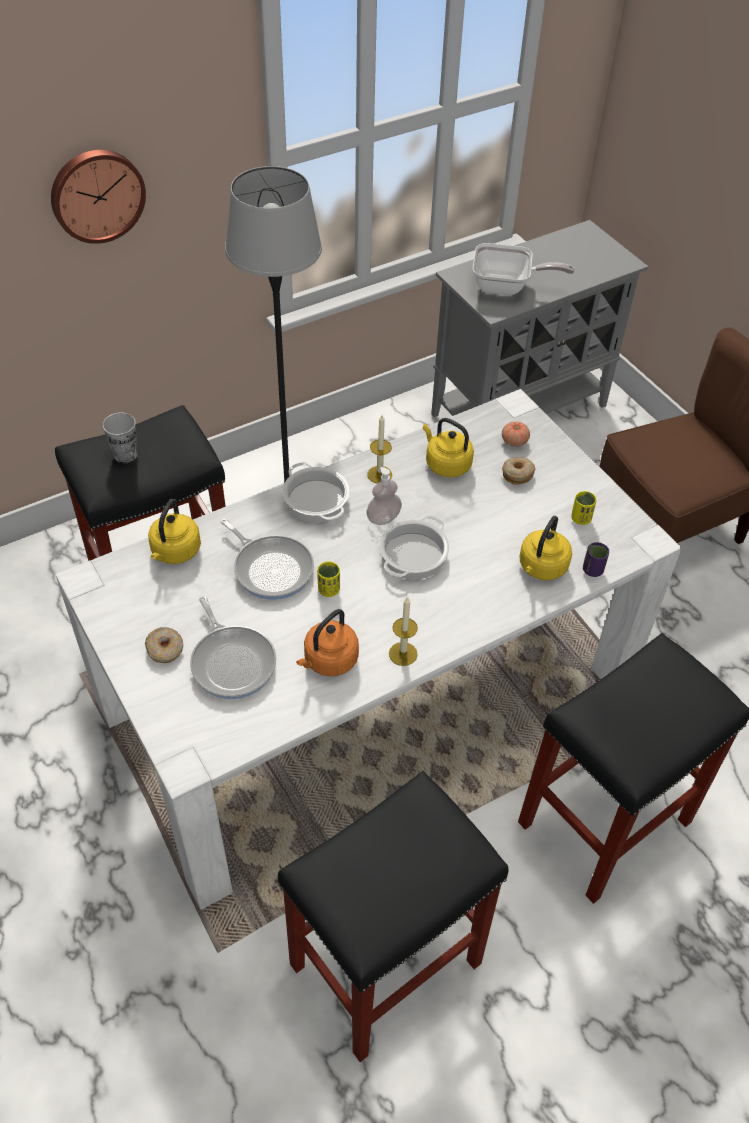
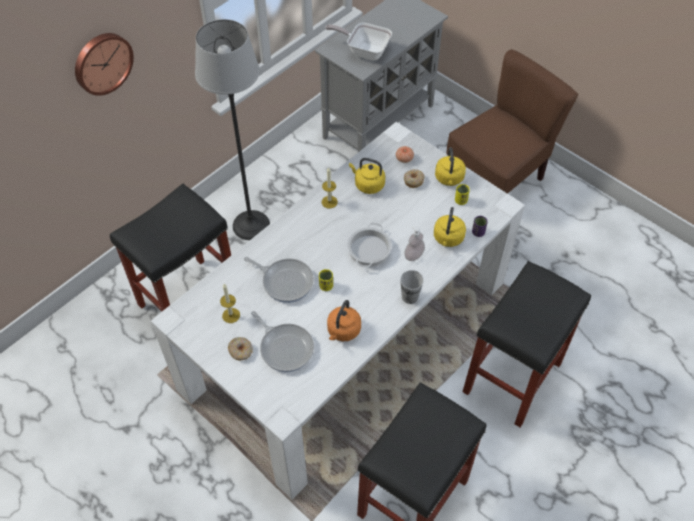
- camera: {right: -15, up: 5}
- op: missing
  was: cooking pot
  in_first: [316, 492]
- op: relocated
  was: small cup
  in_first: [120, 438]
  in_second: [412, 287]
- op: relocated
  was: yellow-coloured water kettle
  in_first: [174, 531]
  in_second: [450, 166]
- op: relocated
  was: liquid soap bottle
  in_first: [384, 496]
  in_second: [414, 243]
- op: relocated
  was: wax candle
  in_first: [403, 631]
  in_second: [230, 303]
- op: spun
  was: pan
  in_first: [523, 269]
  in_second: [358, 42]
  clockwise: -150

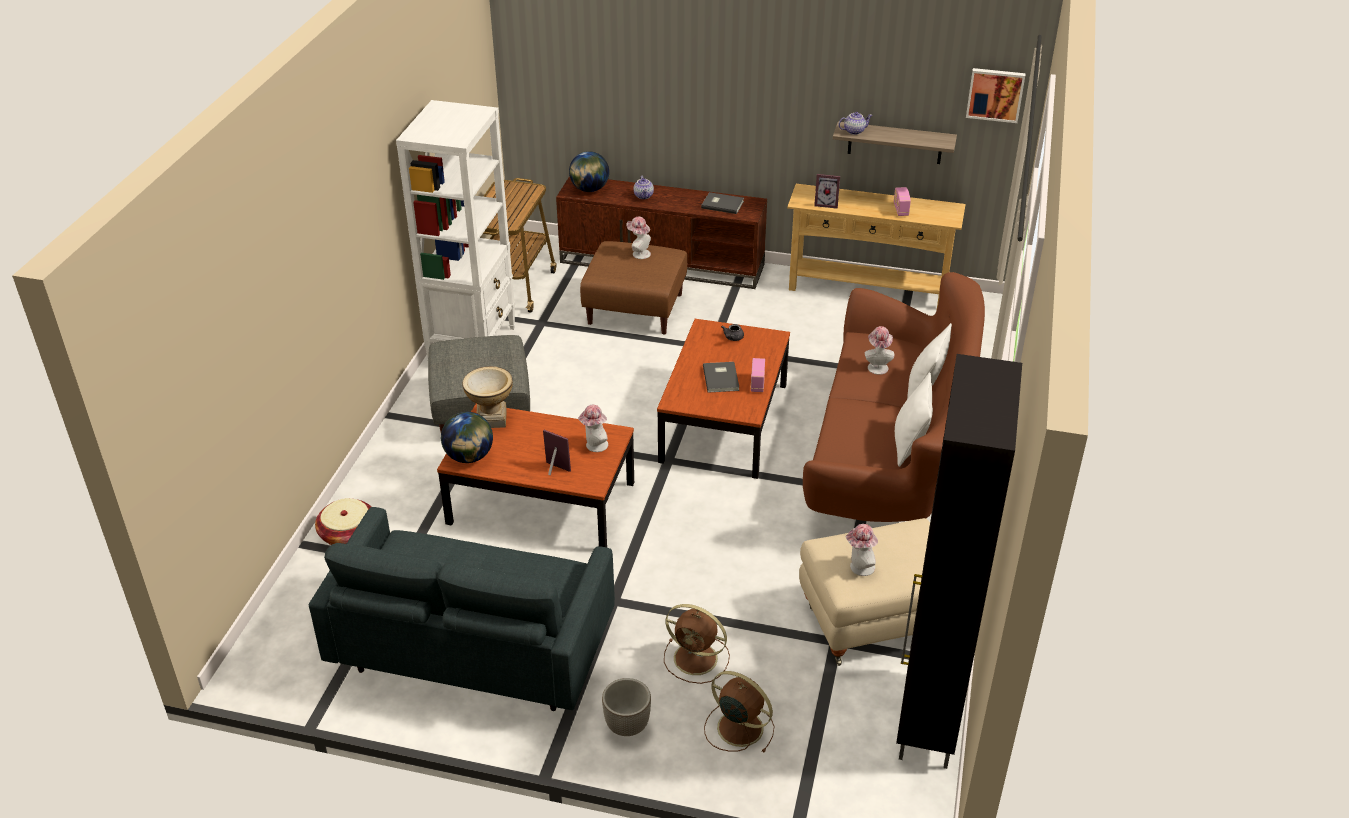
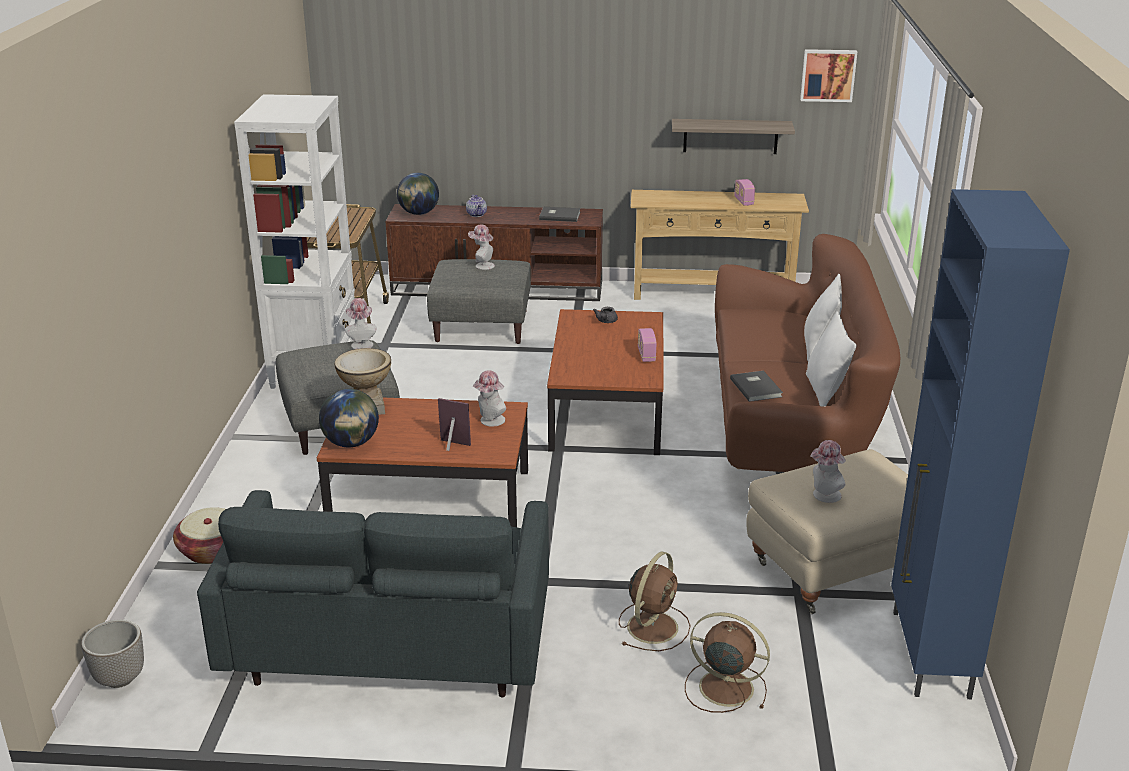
- camera: {right: -10, up: -10}
- op: missing
  was: picture frame
  in_first: [827, 191]
- op: missing
  was: pot for tea
  in_first: [855, 123]
- op: relocated
  was: planter
  in_first: [626, 707]
  in_second: [112, 654]
- op: relocated
  was: grey volume
  in_first: [721, 377]
  in_second: [756, 386]
- op: relocated
  was: hat
  in_first: [879, 350]
  in_second: [361, 323]
- op: colour
  was: brown-coloured pouffe
  now: grey pouffe
  in_first: [633, 287]
  in_second: [479, 301]
- op: colour
  was: blackish cabinet
  now: bluish cabinet
  in_first: [959, 561]
  in_second: [980, 444]
- op: spun
  was: brown-coloured electric fan
  in_first: [697, 644]
  in_second: [655, 601]
  clockwise: -75

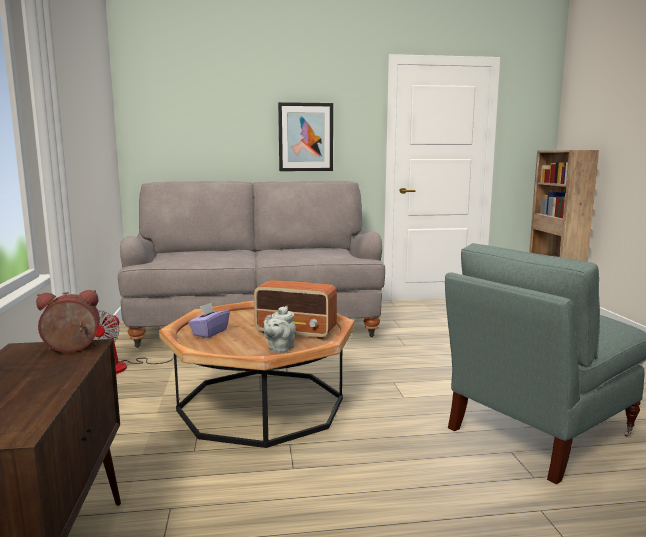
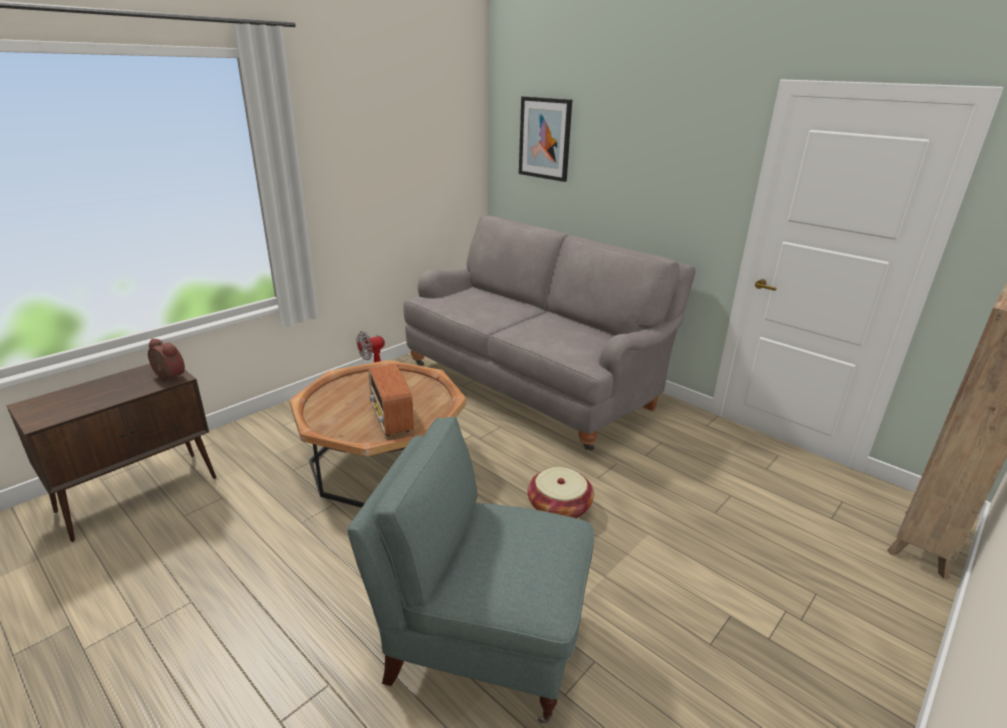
- camera: {right: 50, up: 15}
- op: missing
  was: purple-coloured box of tissues
  in_first: [209, 320]
- op: missing
  was: grey pot for tea
  in_first: [279, 329]
- op: appeared
  now: basket
  in_second: [561, 492]
- op: relocated
  was: wall picture
  in_first: [305, 136]
  in_second: [545, 139]

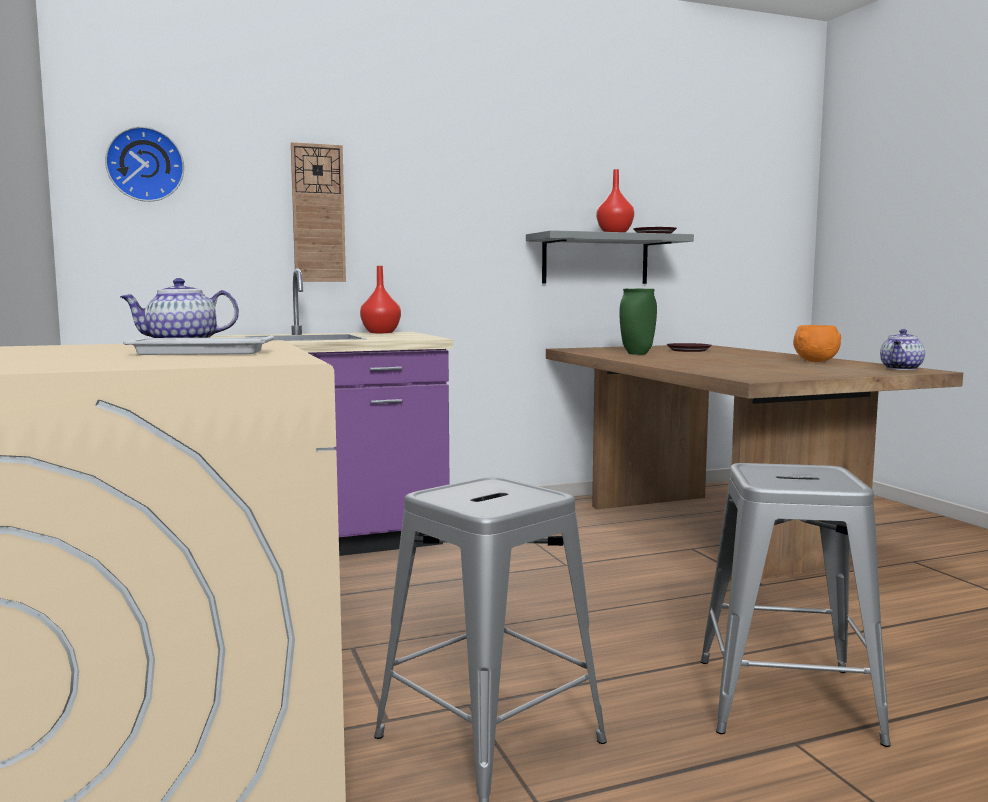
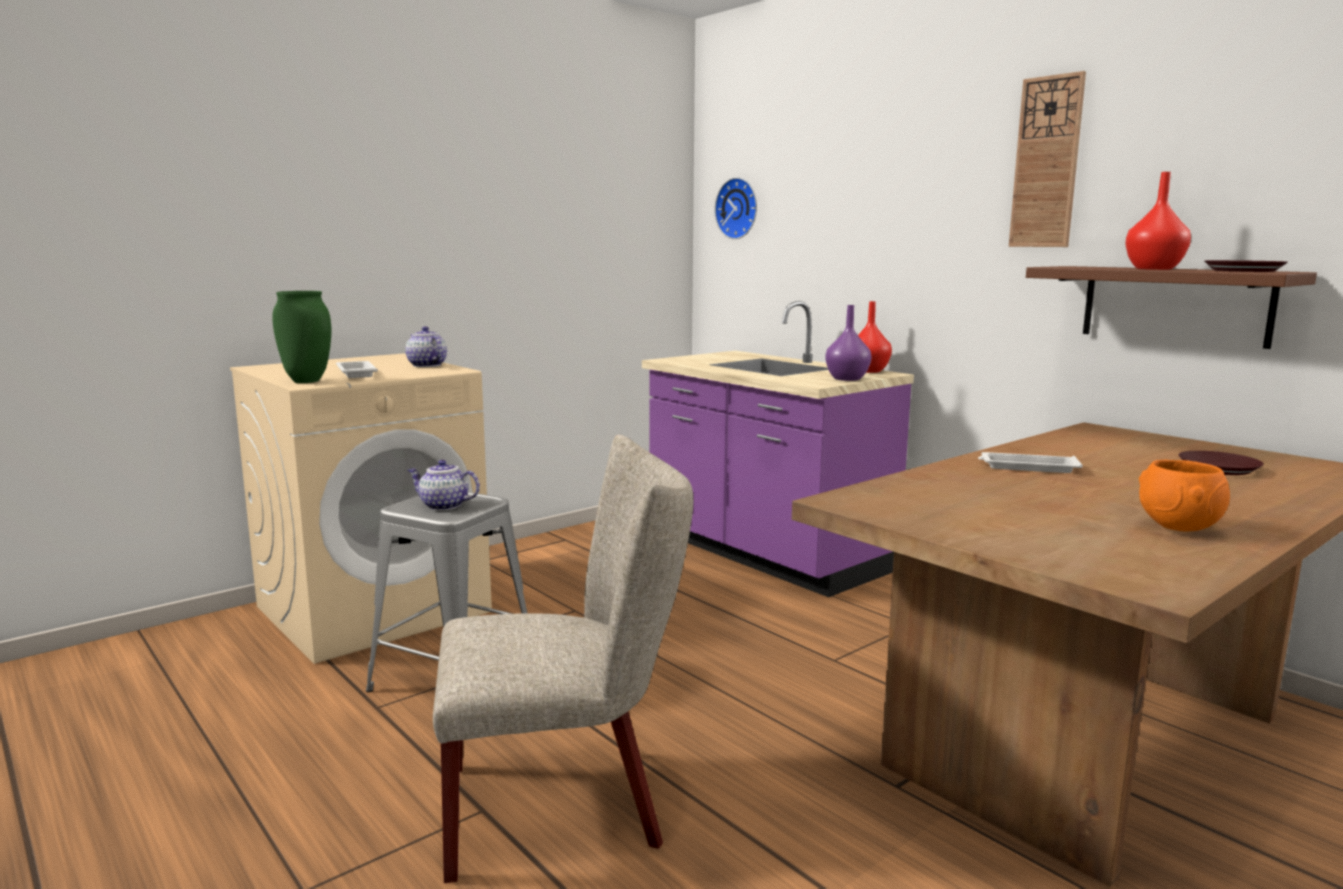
- camera: {right: 70, up: 5}
- op: appeared
  now: purple-coloured flower vase
  in_second: [848, 343]
- op: appeared
  now: whitish carrying tray
  in_second: [1030, 462]
- op: relocated
  was: clock on the wall
  in_first: [318, 212]
  in_second: [1047, 159]
- op: relocated
  was: greenish flower vase
  in_first: [638, 322]
  in_second: [302, 337]
- op: relocated
  was: pot for tea
  in_first: [902, 349]
  in_second: [444, 485]
- op: exchanged
  was: grey sitting stool
  now: beige-coloured upright chair
  in_first: [795, 605]
  in_second: [563, 658]
- op: colour
  was: grey wall shelf
  now: brown-coloured wall shelf
  in_first: [610, 257]
  in_second: [1171, 307]

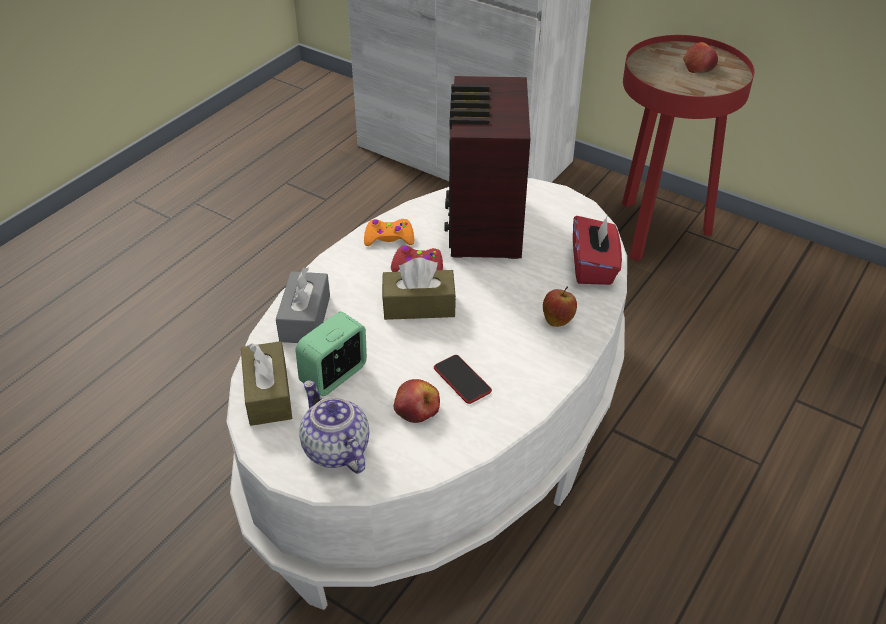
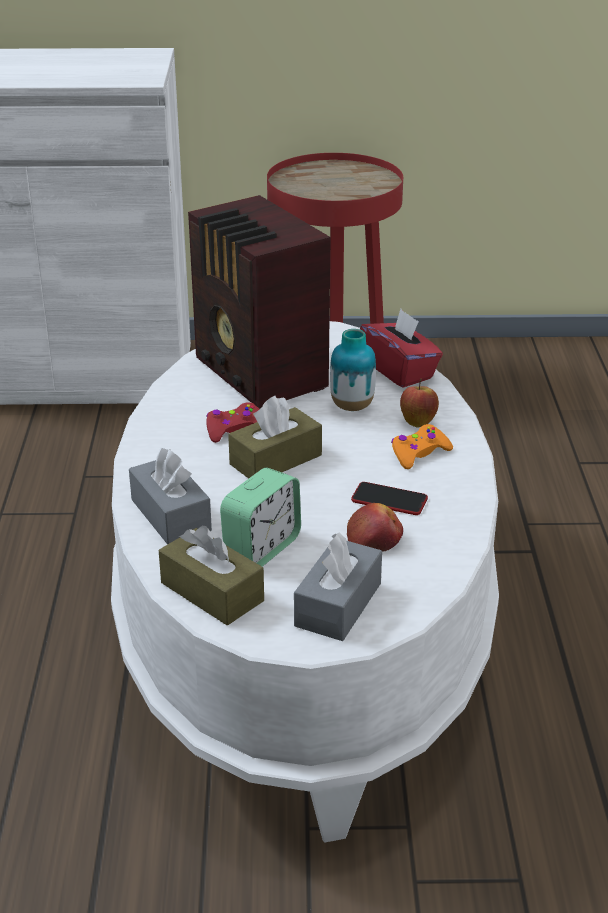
- camera: {right: -35, up: -10}
- op: missing
  was: whole apple
  in_first: [700, 57]
- op: appeared
  now: flower vase
  in_second: [353, 370]
- op: relocated
  was: orangey gamepad
  in_first: [389, 232]
  in_second: [422, 446]
- op: exchanged
  was: pot for tea
  now: grey box of tissues
  in_first: [334, 427]
  in_second: [338, 586]
- op: spun
  was: table clock
  in_first: [331, 354]
  in_second: [260, 517]
  clockwise: -150

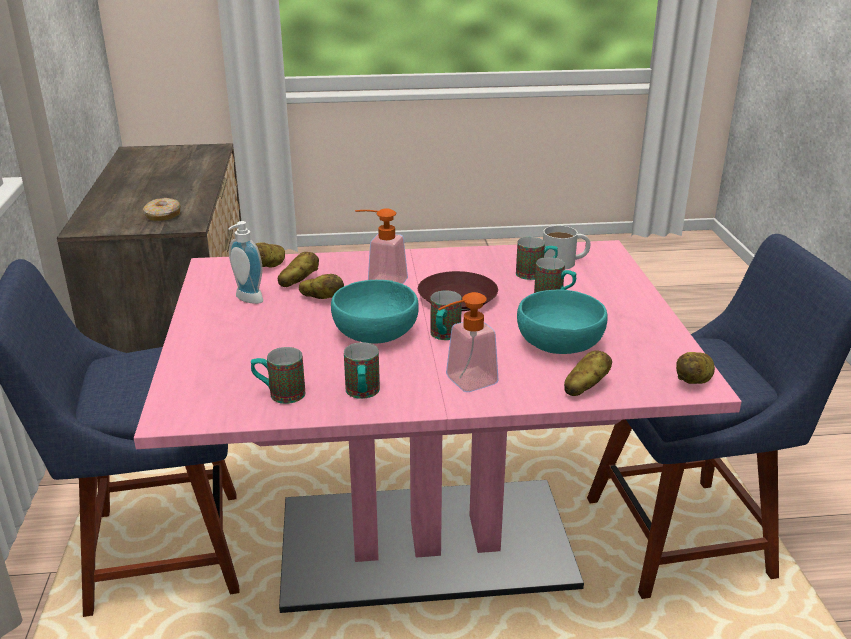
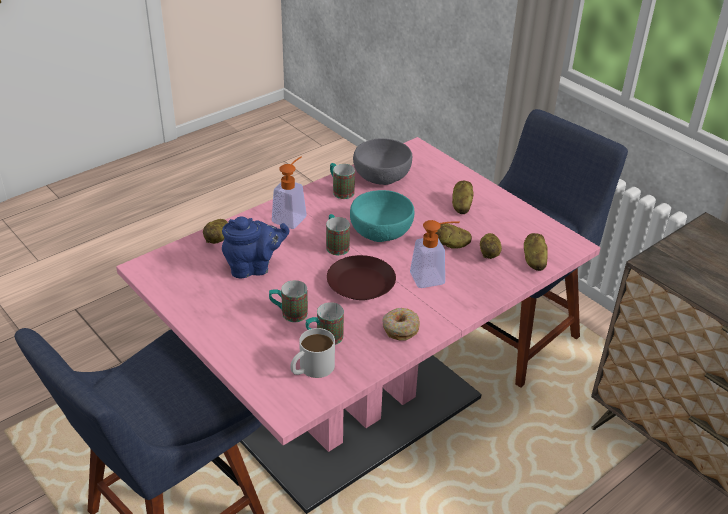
- camera: {right: 145, up: 10}
- op: missing
  was: liquid soap bottle
  in_first: [245, 262]
- op: relocated
  was: doughnut
  in_first: [162, 209]
  in_second: [401, 324]
- op: relocated
  was: potato
  in_first: [695, 368]
  in_second: [463, 197]
- op: exchanged
  was: coffee mug
  now: grey bowl
  in_first: [278, 375]
  in_second: [382, 161]
- op: exchanged
  was: turquoise-coloured bowl
  now: bluish pot for tea
  in_first: [562, 321]
  in_second: [255, 247]

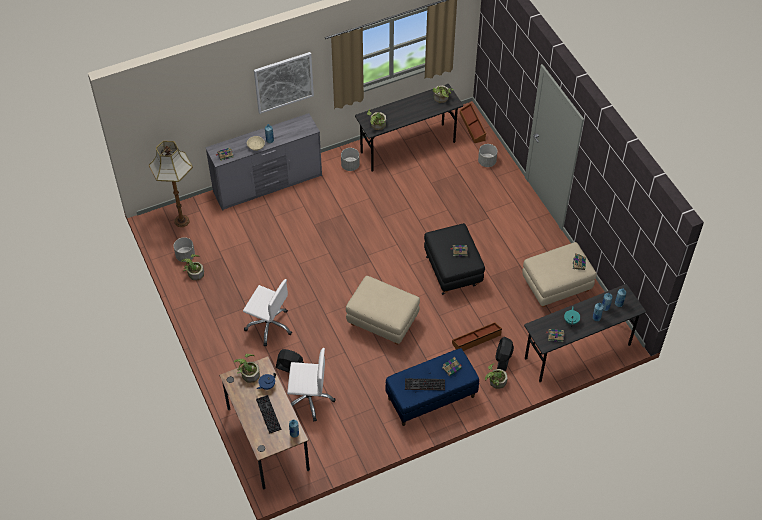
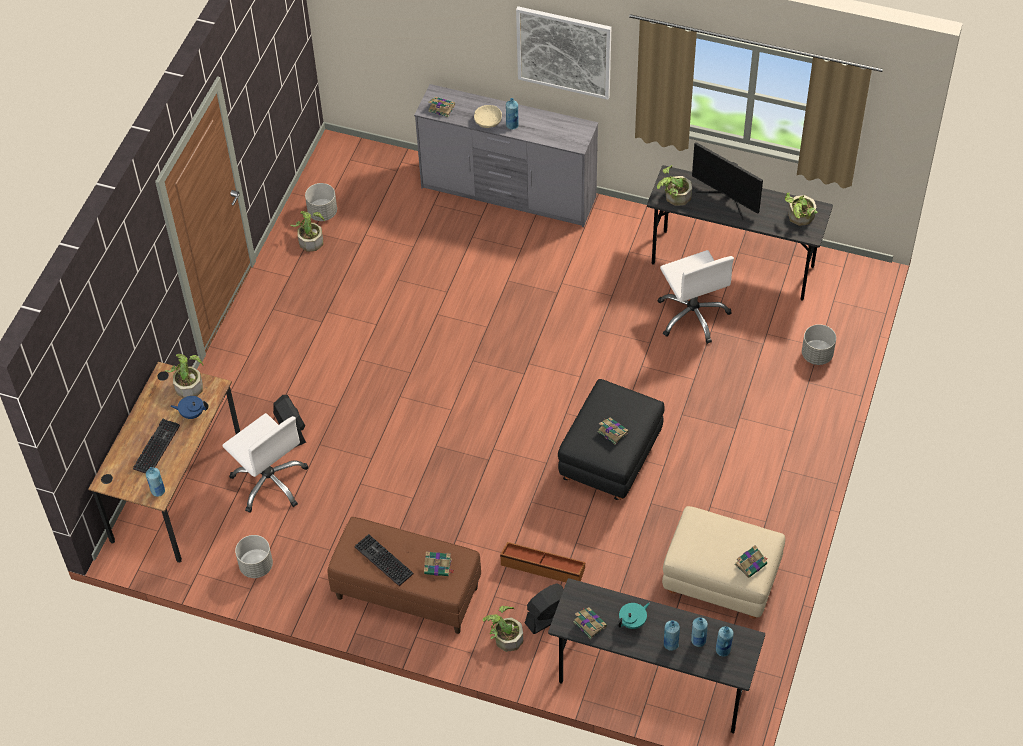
- camera: {right: 45, up: 0}
- op: missing
  was: standing lamp
  in_first: [171, 184]
- op: missing
  was: beige-coloured pouffe
  in_first: [383, 310]
- op: missing
  was: brown-coloured storage box
  in_first: [473, 123]
- op: appeared
  now: computer display
  in_second: [727, 181]
- op: relocated
  was: whitish computer chair
  in_first: [267, 313]
  in_second: [696, 297]
- op: relocated
  was: grey planter
  in_first: [350, 159]
  in_second: [254, 556]
- op: colour
  was: bluish bench
  now: brown-coloured bench
  in_first: [432, 387]
  in_second: [404, 575]

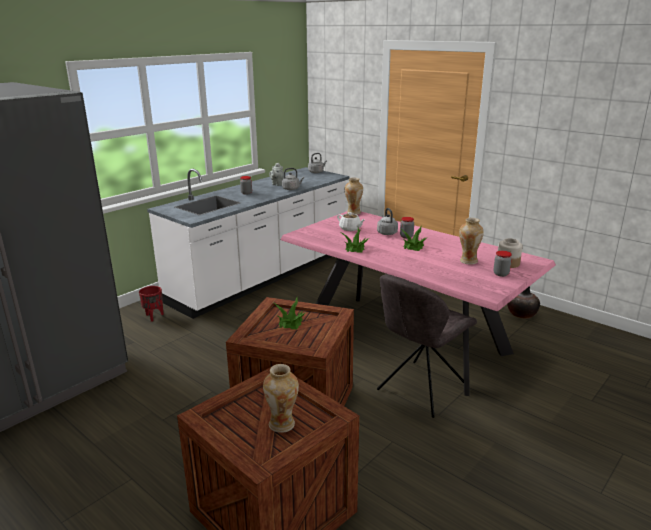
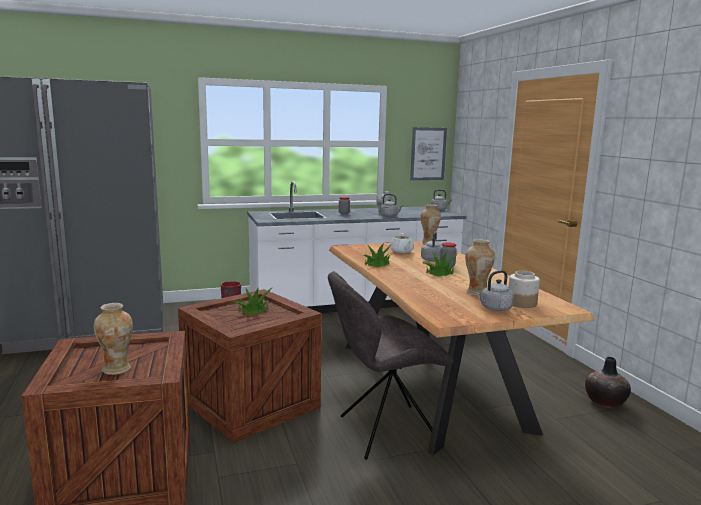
- camera: {right: 30, up: -10}
- op: appeared
  now: wall picture
  in_second: [428, 153]
- op: exchanged
  was: storage jar
  now: grey water kettle
  in_first: [502, 264]
  in_second: [495, 290]
- op: colour
  was: pink dining table
  now: brown-coloured dining table
  in_first: [418, 303]
  in_second: [462, 348]

